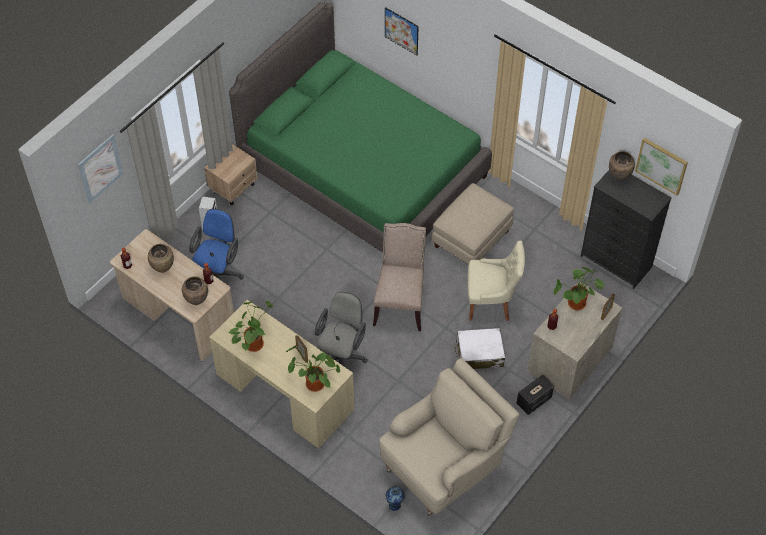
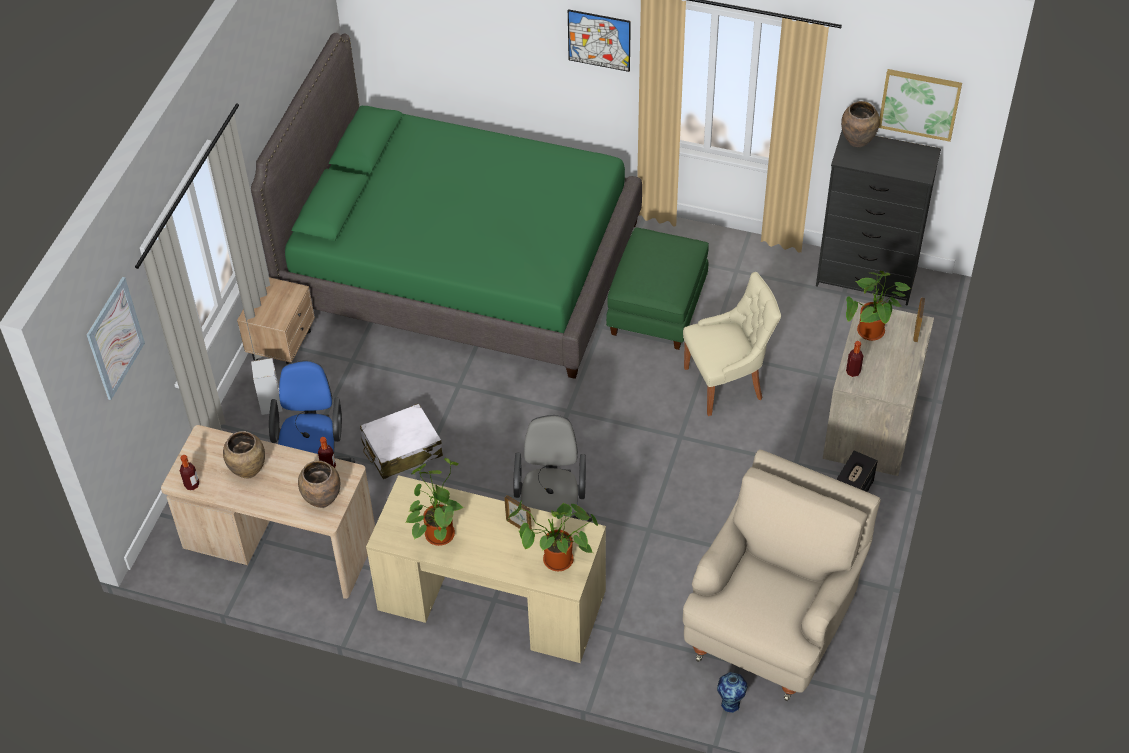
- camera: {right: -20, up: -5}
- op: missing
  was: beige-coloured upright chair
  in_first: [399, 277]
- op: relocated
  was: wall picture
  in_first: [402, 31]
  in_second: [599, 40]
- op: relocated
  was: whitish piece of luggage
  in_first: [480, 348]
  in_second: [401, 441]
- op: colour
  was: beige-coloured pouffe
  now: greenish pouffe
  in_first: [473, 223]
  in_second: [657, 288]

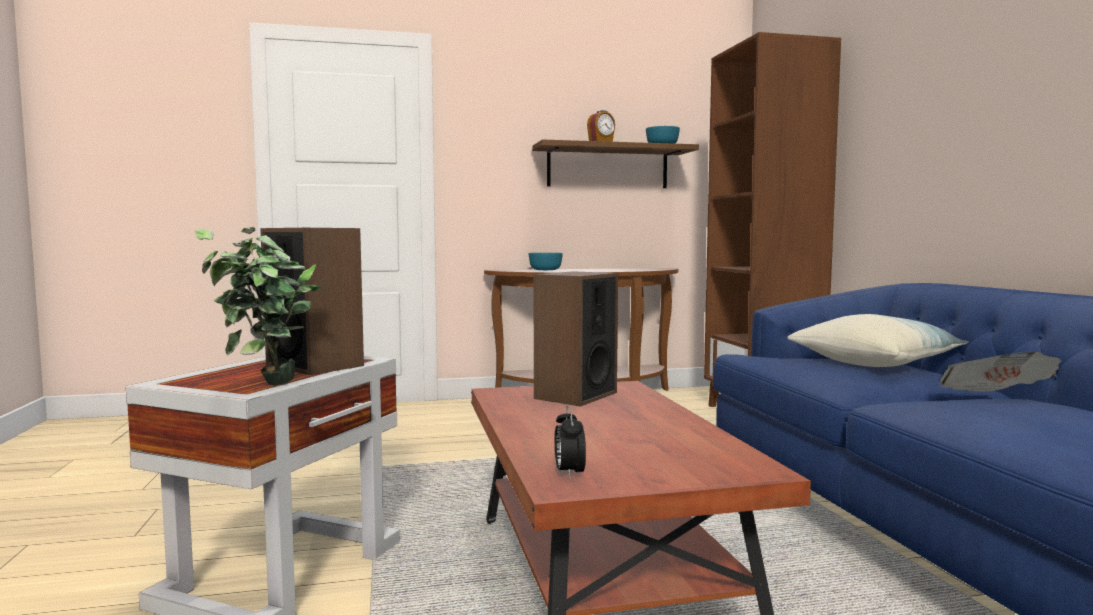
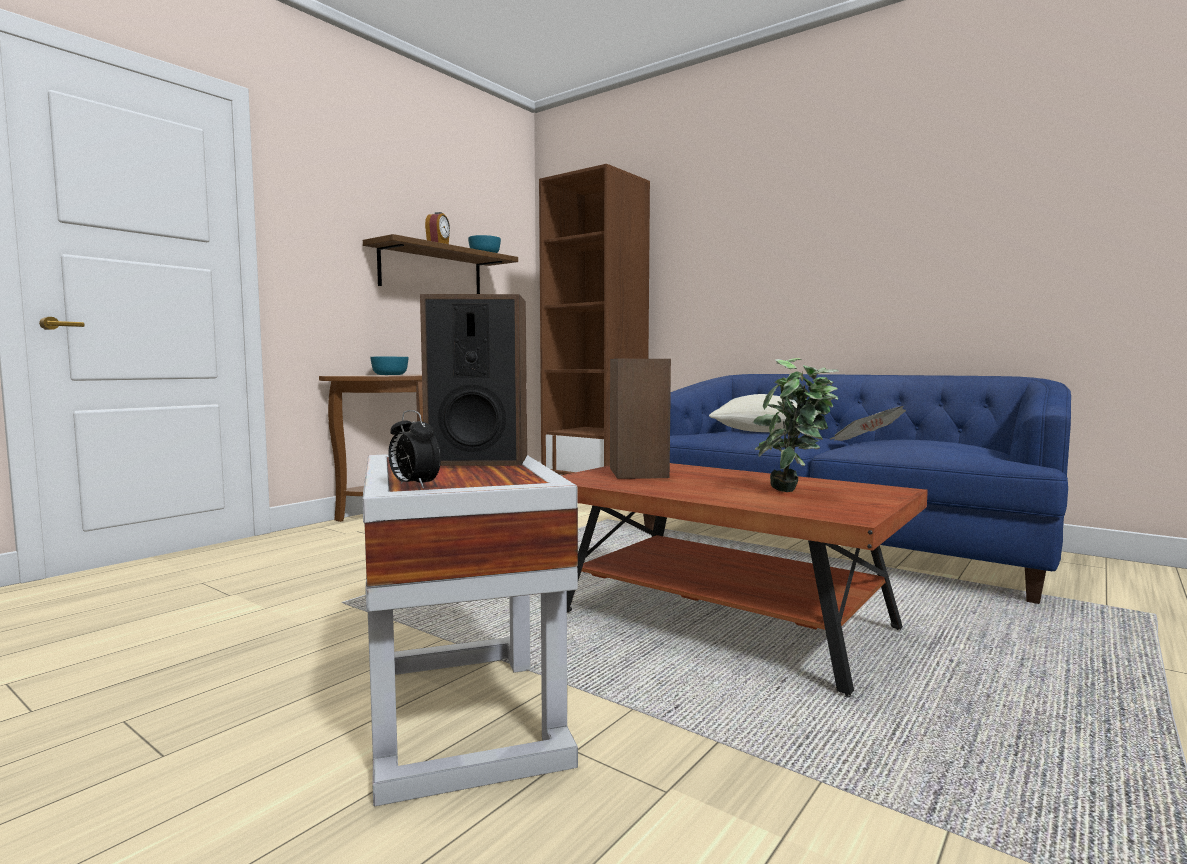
- camera: {right: -40, up: 0}
- op: relocated
  was: plant in a pot
  in_first: [259, 306]
  in_second: [796, 425]
- op: relocated
  was: table clock
  in_first: [570, 442]
  in_second: [414, 449]

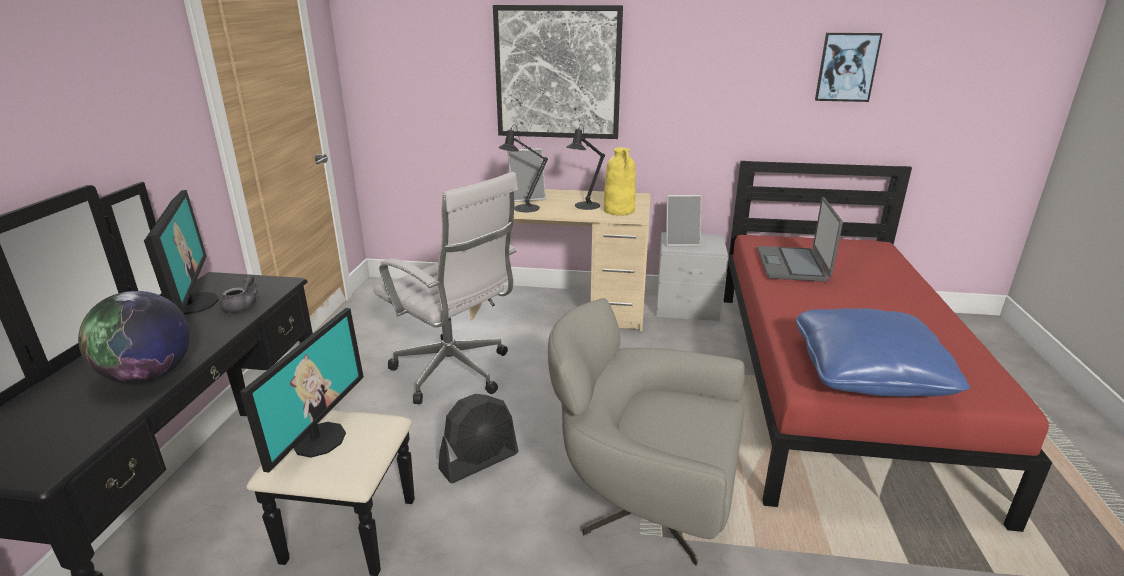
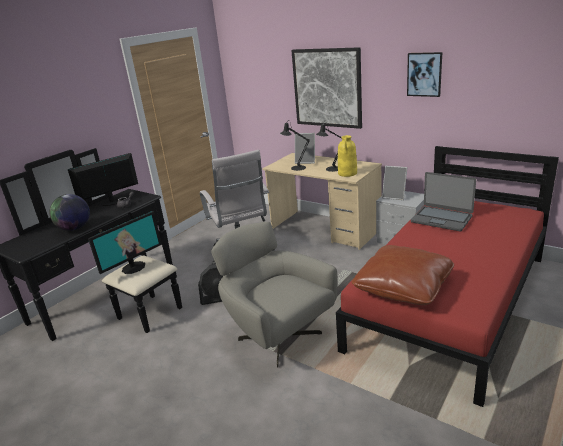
- camera: {right: 30, up: 0}
- op: relocated
  was: wall picture
  in_first: [849, 67]
  in_second: [424, 74]
- op: colour
  was: bluish cushion
  now: brown-coloured cushion
  in_first: [883, 352]
  in_second: [403, 275]
- op: spun
  was: computer display
  in_first: [181, 252]
  in_second: [103, 179]
  clockwise: -135
- op: spun
  was: notebook computer
  in_first: [800, 239]
  in_second: [443, 201]
  clockwise: -90

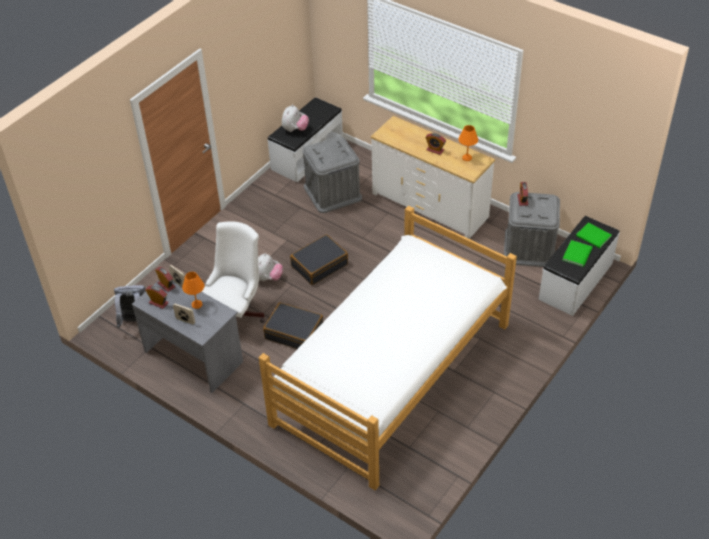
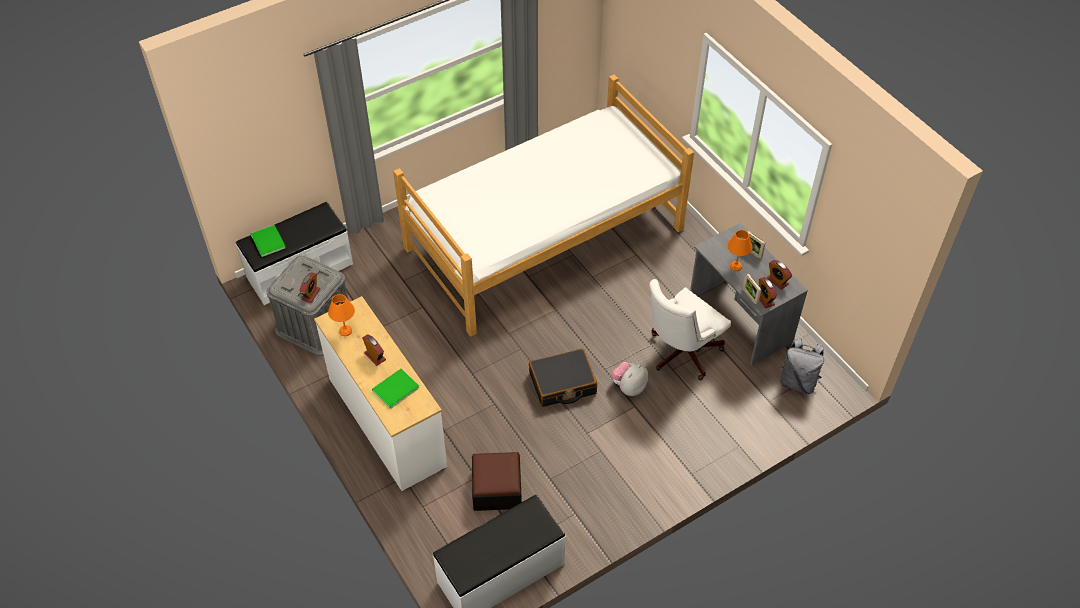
- camera: {right: -160, up: 5}
- op: missing
  was: blackish piece of luggage
  in_first: [293, 325]
- op: missing
  was: plush toy
  in_first: [295, 118]
- op: relocated
  was: greenish volume
  in_first: [577, 253]
  in_second: [395, 389]
- op: exchanged
  was: grey storage box
  now: pouffe
  in_first: [332, 174]
  in_second: [497, 481]

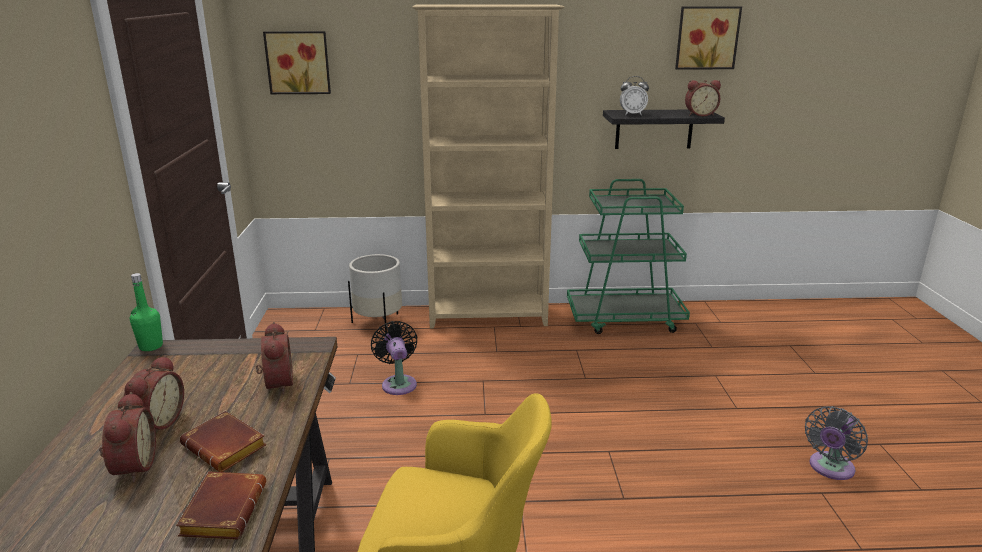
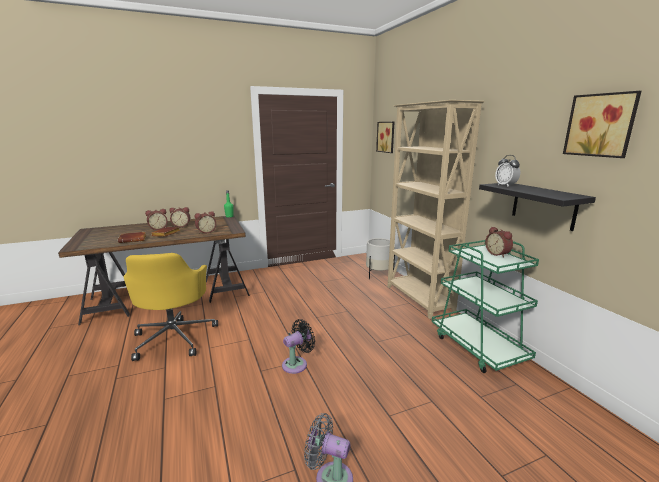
- camera: {right: 70, up: -5}
- op: relocated
  was: blackish electric fan
  in_first: [394, 358]
  in_second: [298, 346]
- op: relocated
  was: table clock
  in_first: [703, 98]
  in_second: [499, 242]

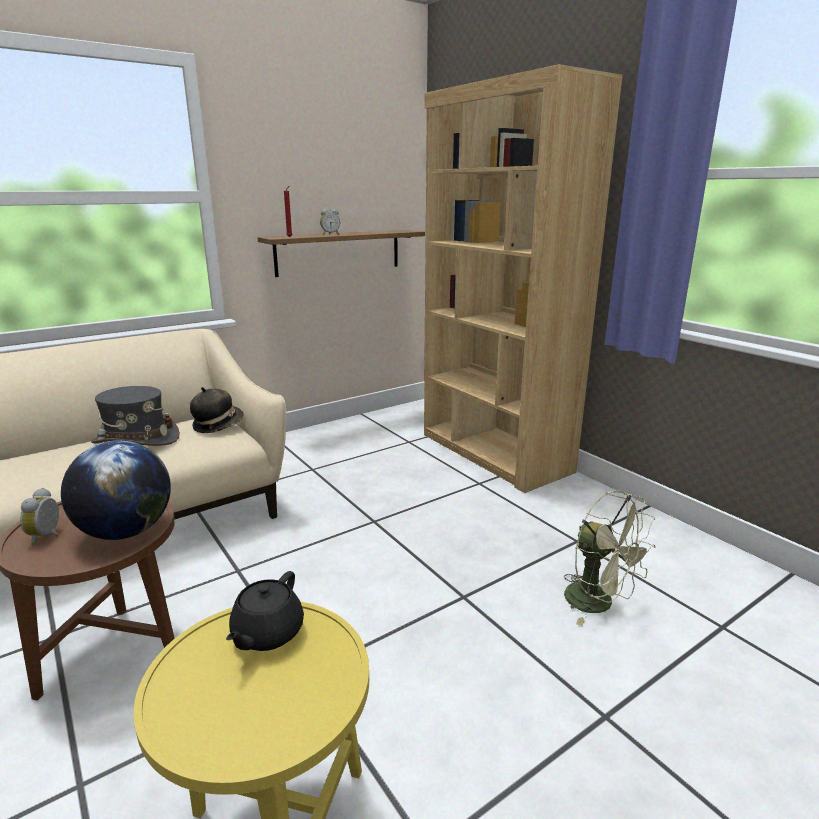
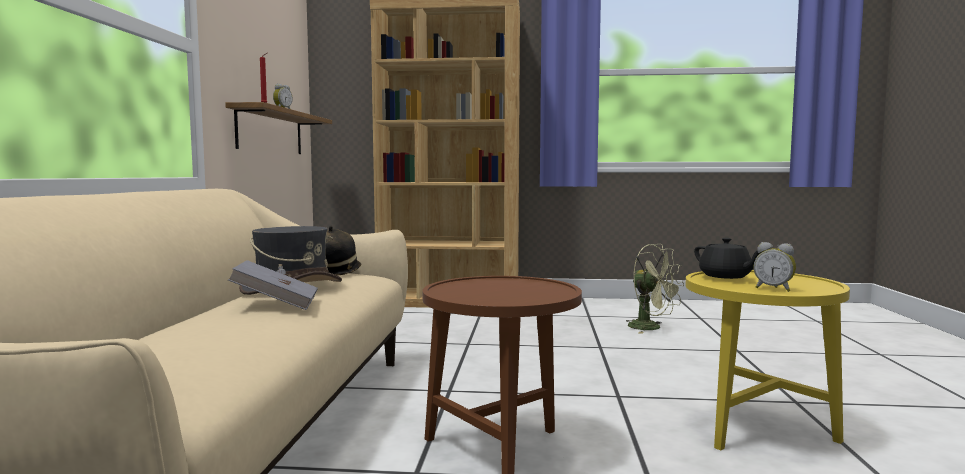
- camera: {right: -50, up: -15}
- op: missing
  was: world globe
  in_first: [116, 490]
- op: appeared
  now: grey volume
  in_second: [273, 285]
- op: relocated
  was: table clock
  in_first: [39, 516]
  in_second: [775, 267]
- op: spun
  was: greenish electric fan
  in_first: [610, 558]
  in_second: [655, 289]
  clockwise: 45

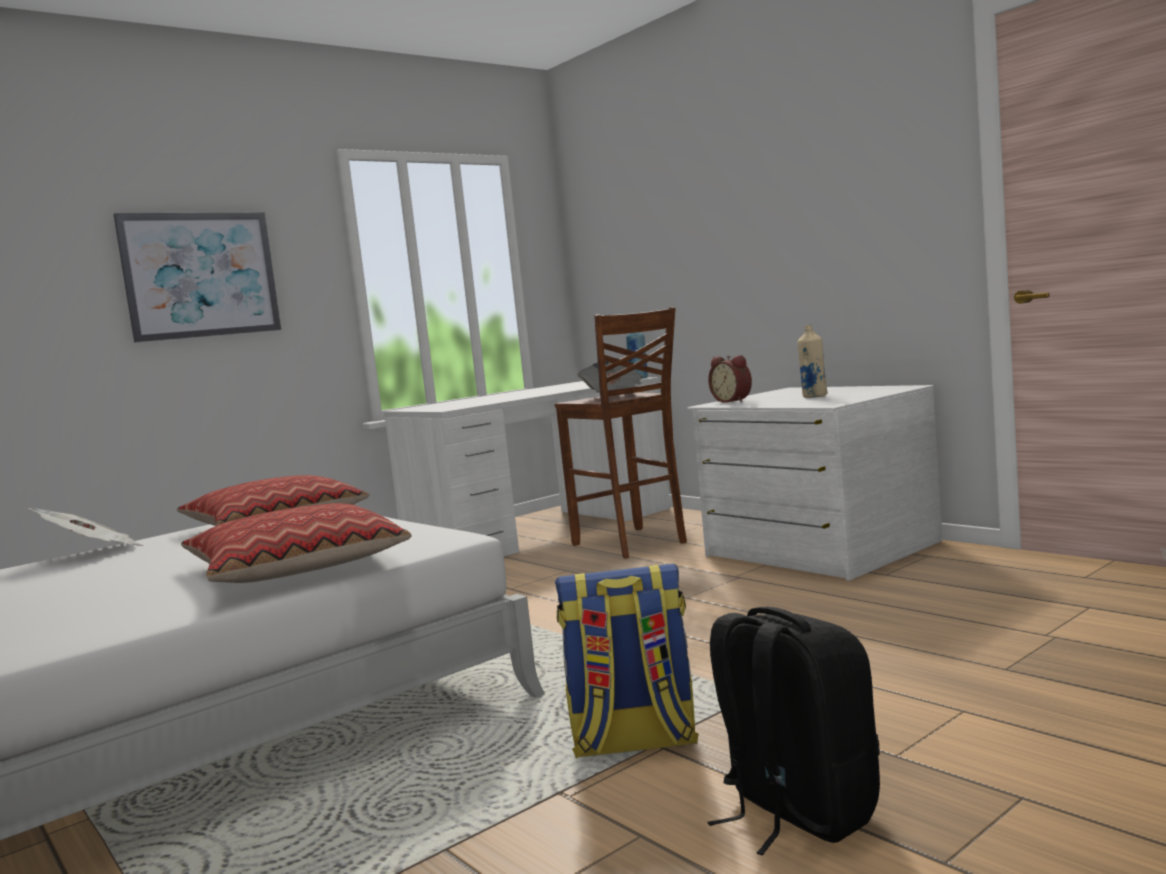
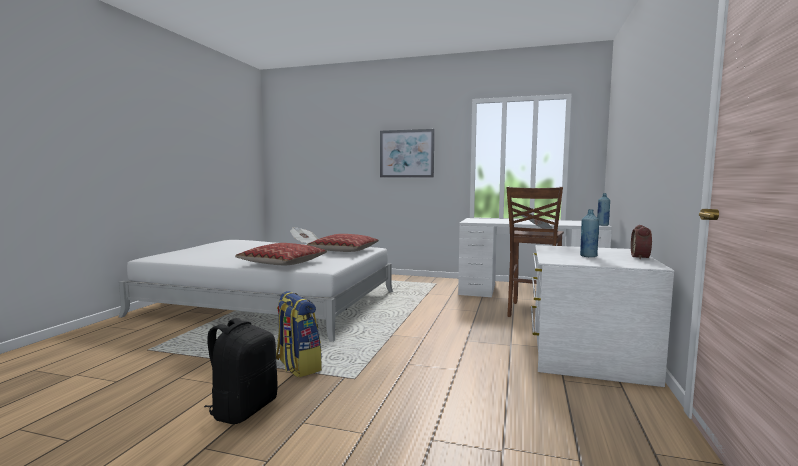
- camera: {right: 55, up: 0}
- op: relocated
  was: table clock
  in_first: [730, 379]
  in_second: [641, 242]
- op: colour
  was: beige-coloured bottle
  now: bluish bottle
  in_first: [812, 361]
  in_second: [589, 233]

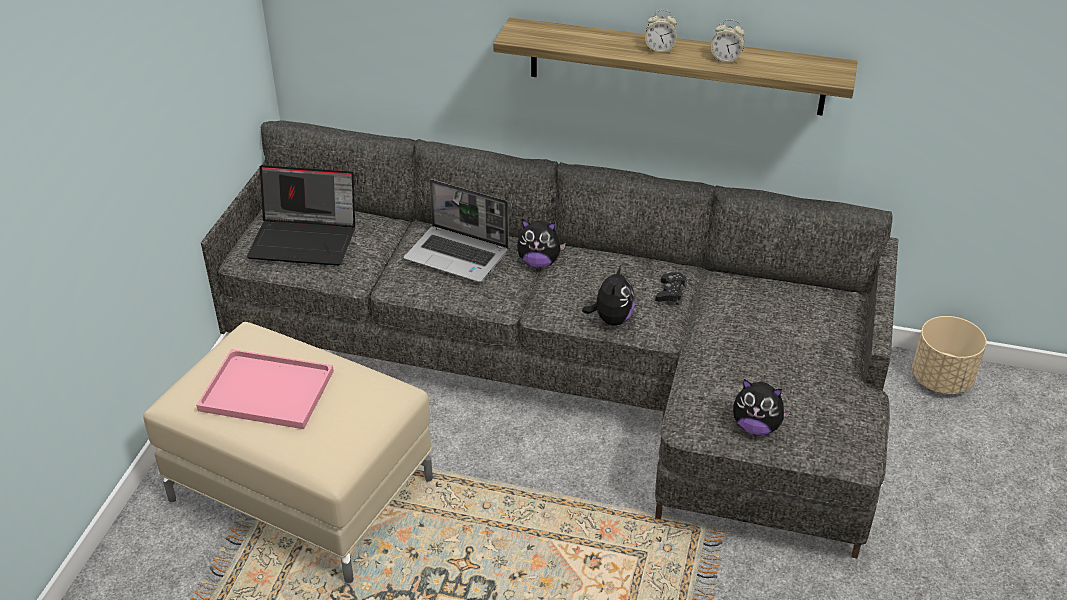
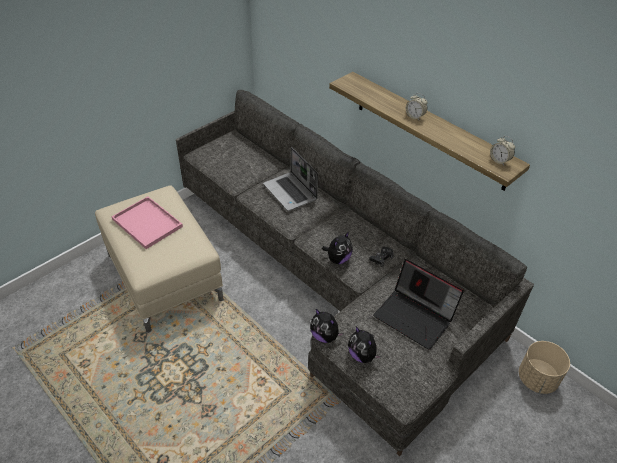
- camera: {right: 30, up: 5}
- op: relocated
  was: notebook computer
  in_first: [301, 215]
  in_second: [418, 304]
- op: relocated
  was: plush toy
  in_first: [541, 243]
  in_second: [327, 326]
- op: relocated
  was: table clock
  in_first: [728, 41]
  in_second: [502, 151]

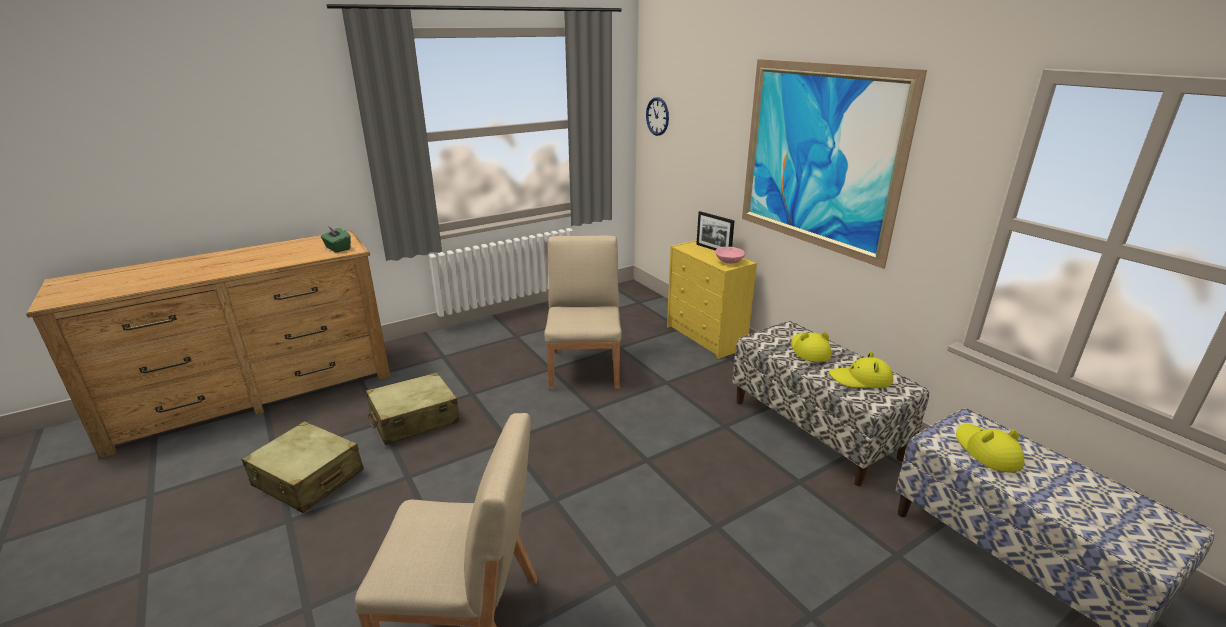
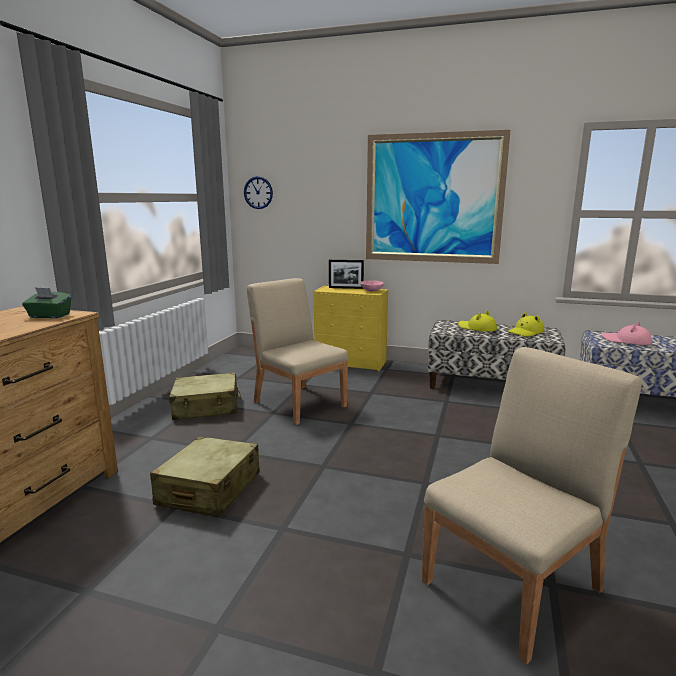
- camera: {right: -40, up: -10}
- op: relocated
  was: beige-coloured piece of luggage
  in_first: [303, 467]
  in_second: [205, 396]
- op: colour
  was: yellow-coloured hat
  now: pink hat
  in_first: [990, 447]
  in_second: [627, 333]

